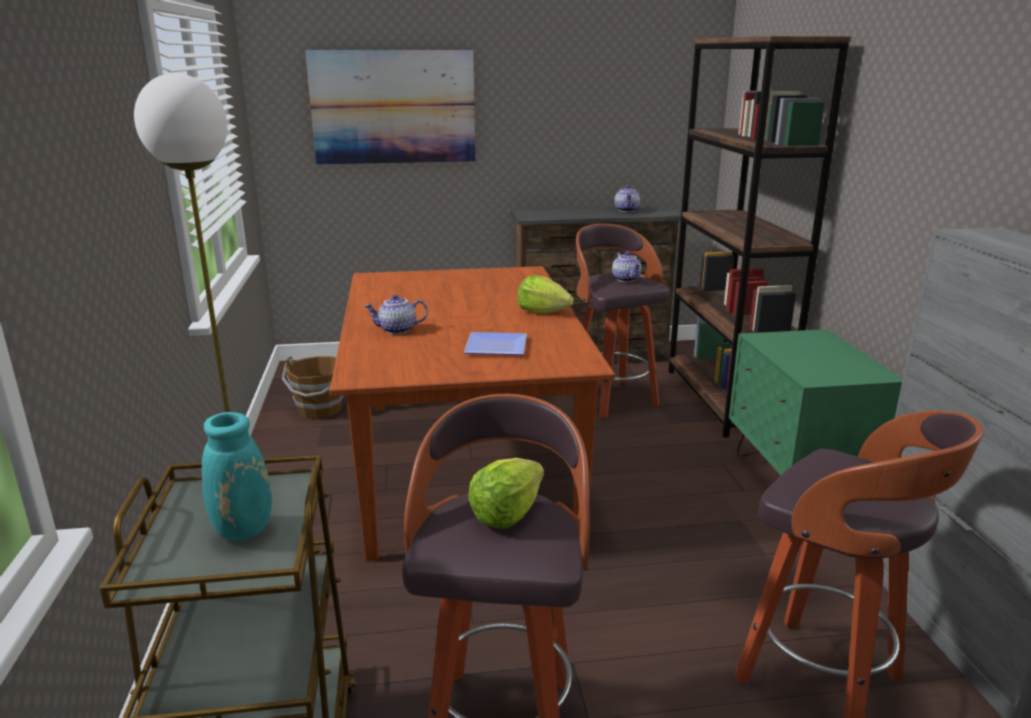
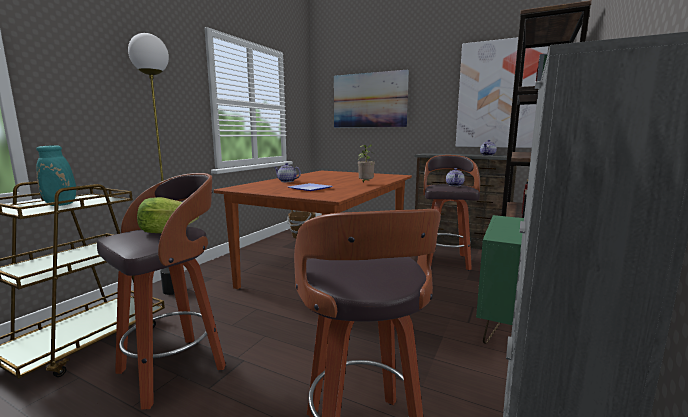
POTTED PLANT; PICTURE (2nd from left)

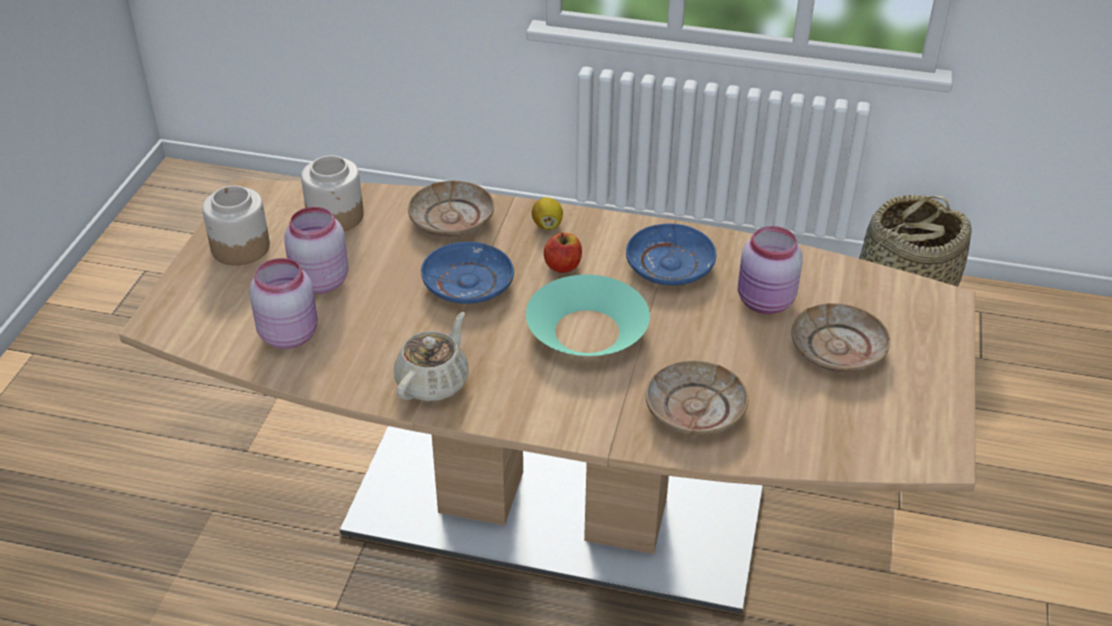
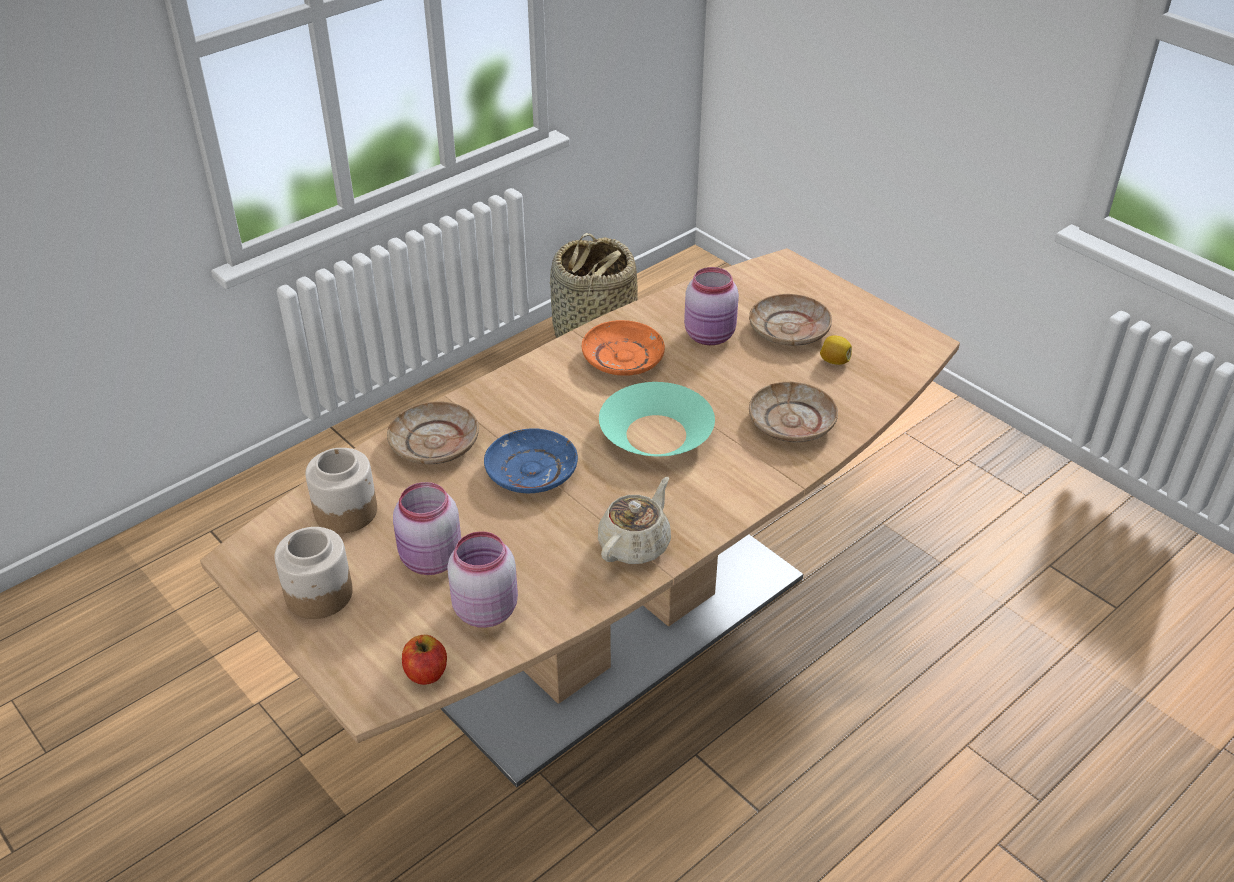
APPLE; ORANGE PLATE; BEIGE TEAPOT; LEMON

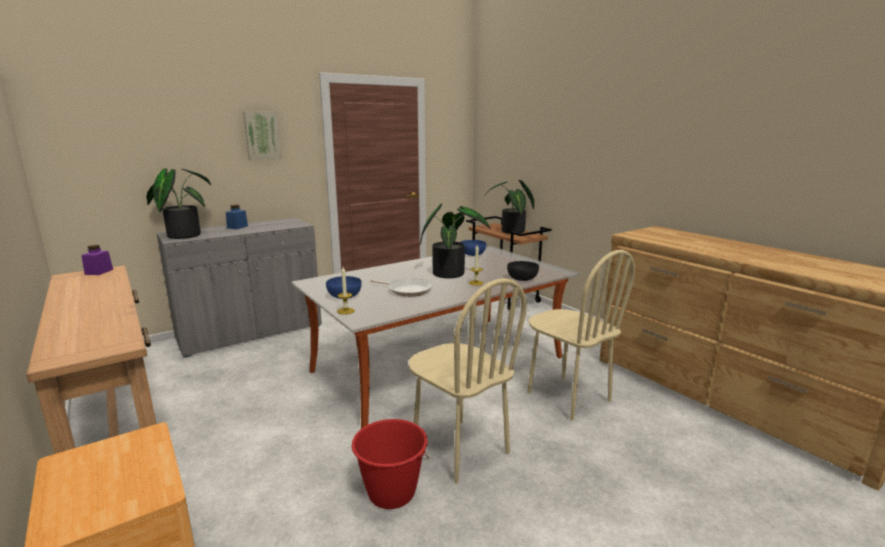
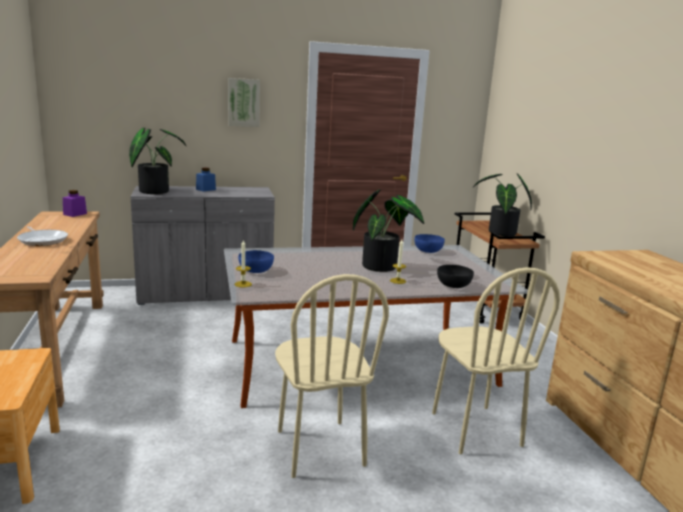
FRYING PAN; RED BUCKET

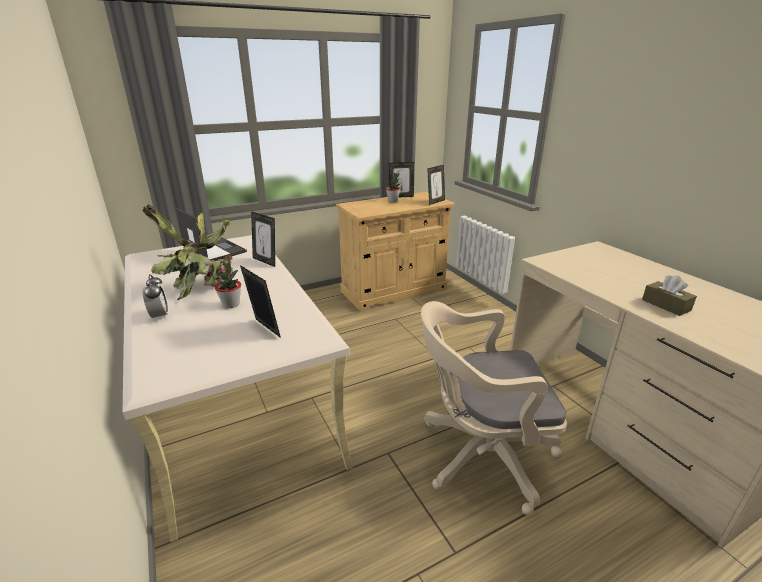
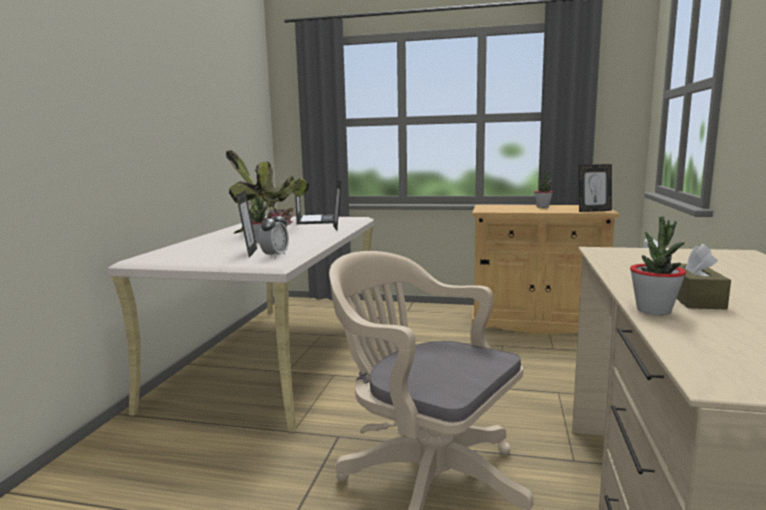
ALARM CLOCK; POTTED PLANT (4th from left); PICTURE FRAME (3rd from left in the first image)

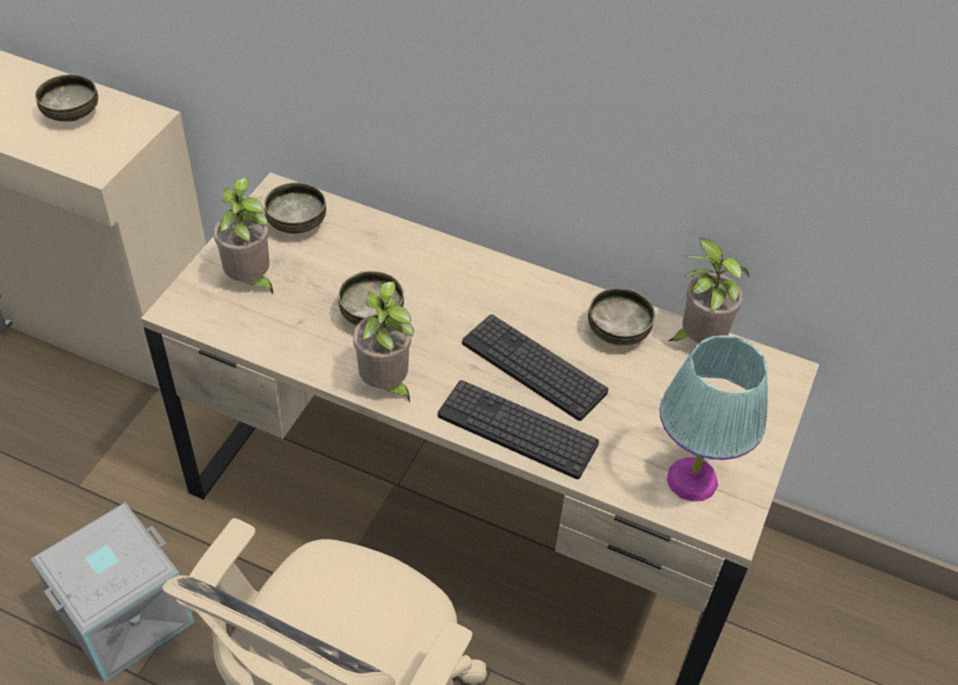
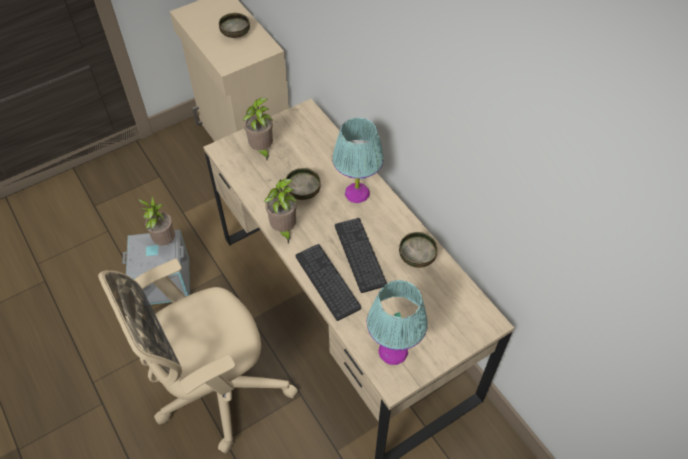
POTTED PLANT (1st from left); TURQUOISE TABLE LAMP (1st from left); BOWL (2nd from left in the first image)

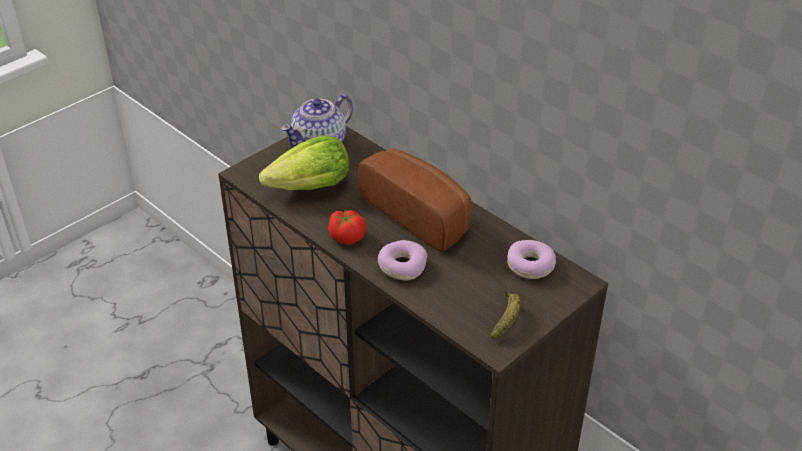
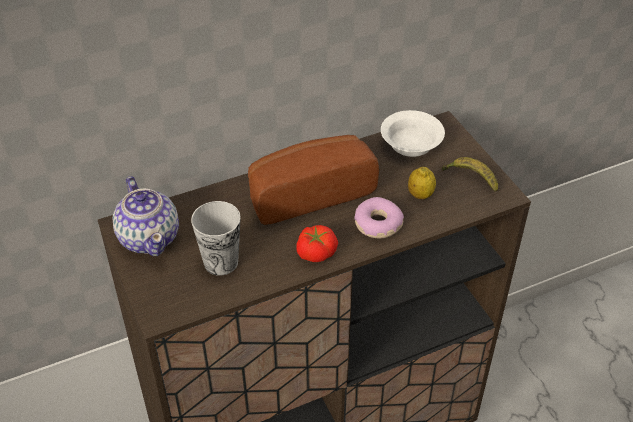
CUP; WHITE BOWL; LEMON

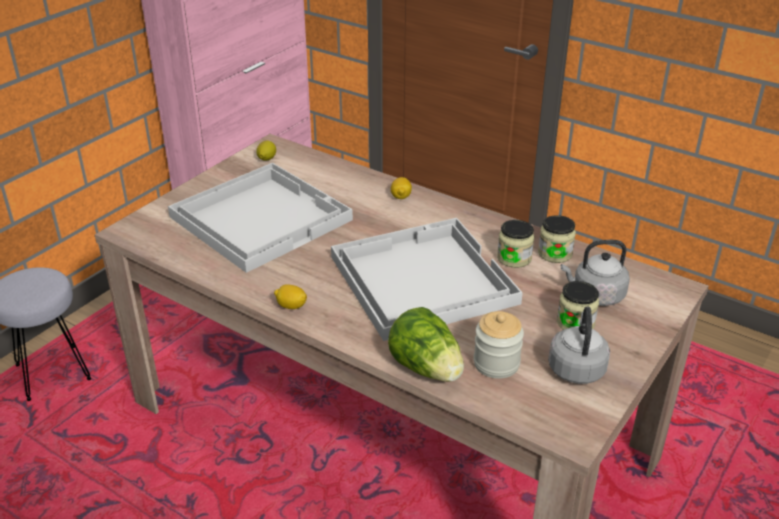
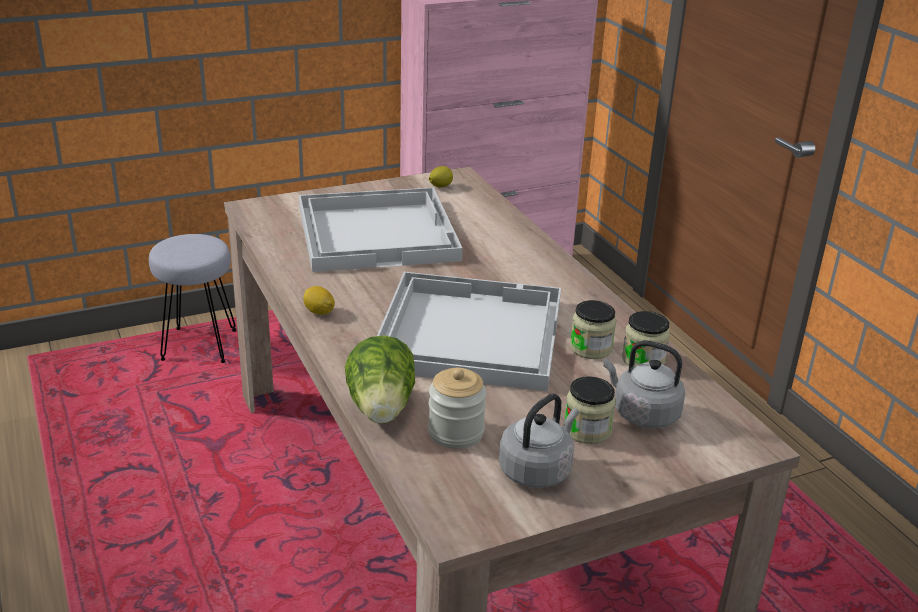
LEMON (3rd from left in the first image)

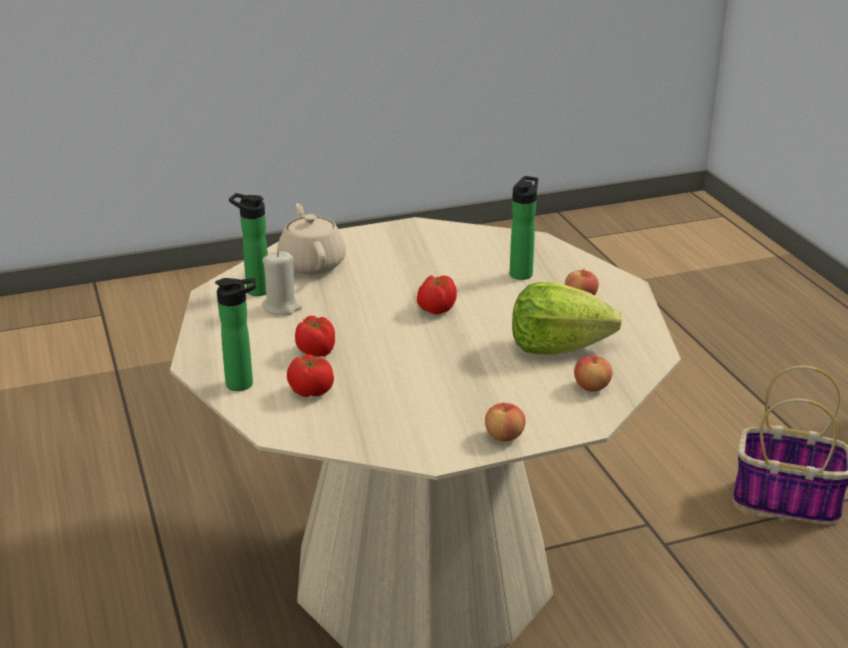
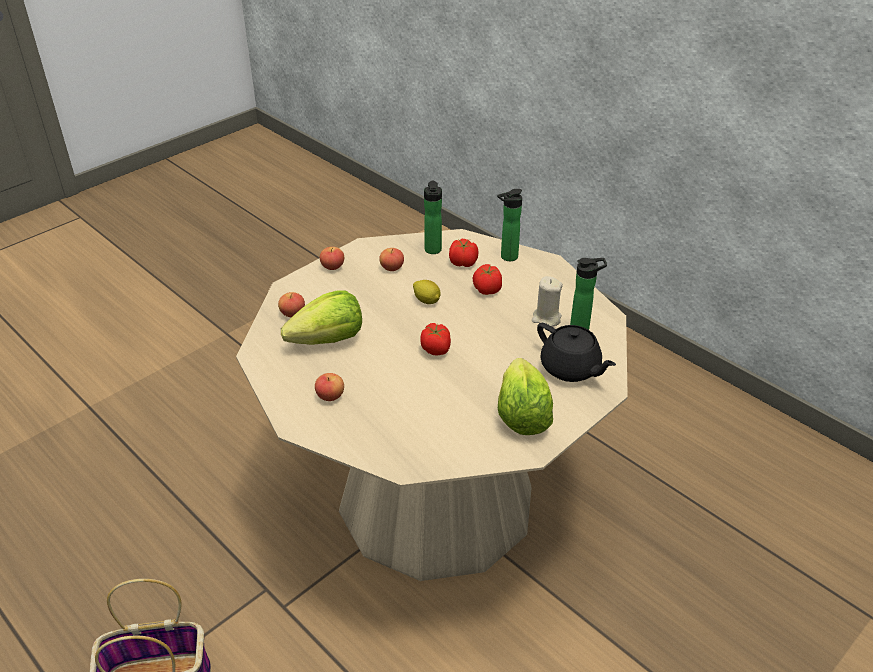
APPLE (4th from left); LEMON; BOTTLE (1st from left); LETTUCE (2nd from left); BLACK TEAPOT

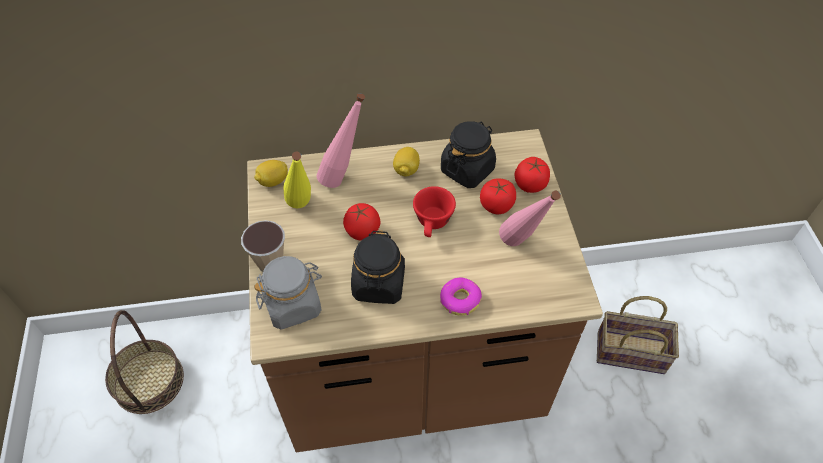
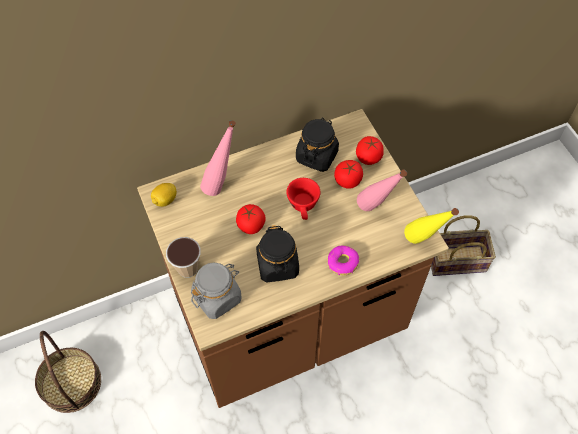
YELLOW BOTTLE; LEMON (2nd from left in the first image)

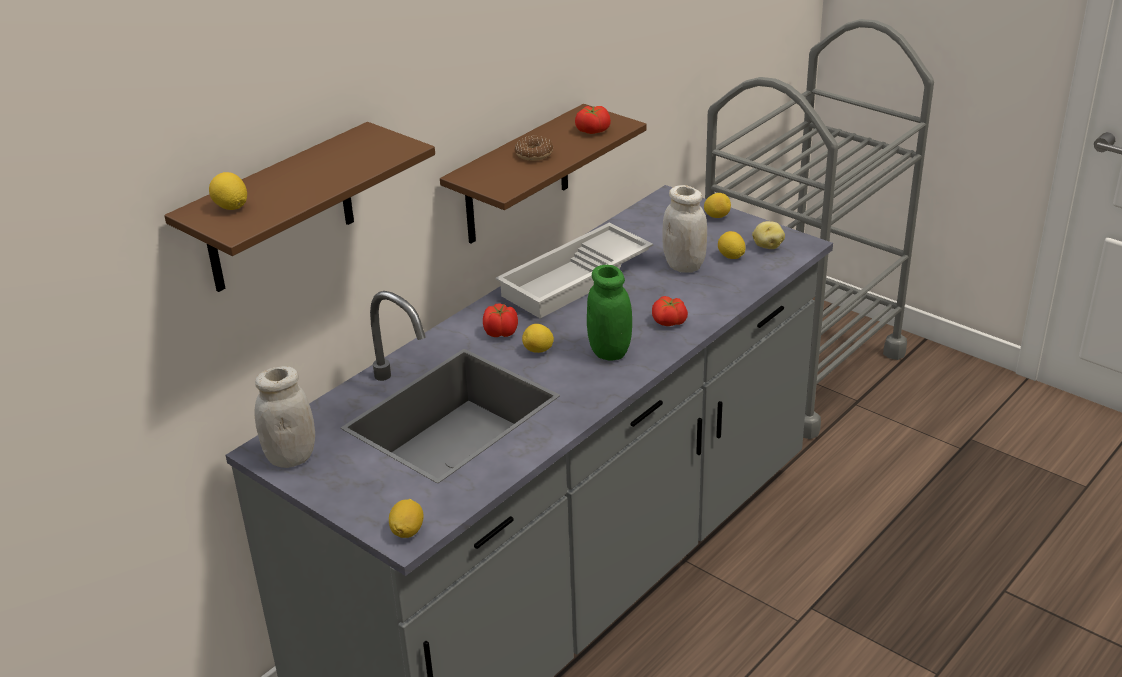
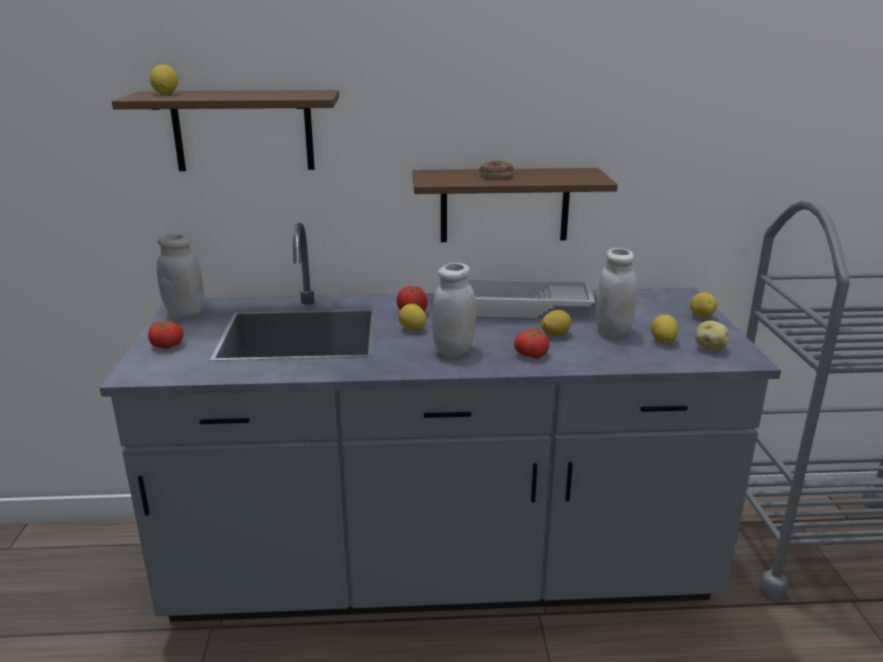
TOMATO (1st from left); WHITE JAR (2nd from left); LEMON (3rd from left)

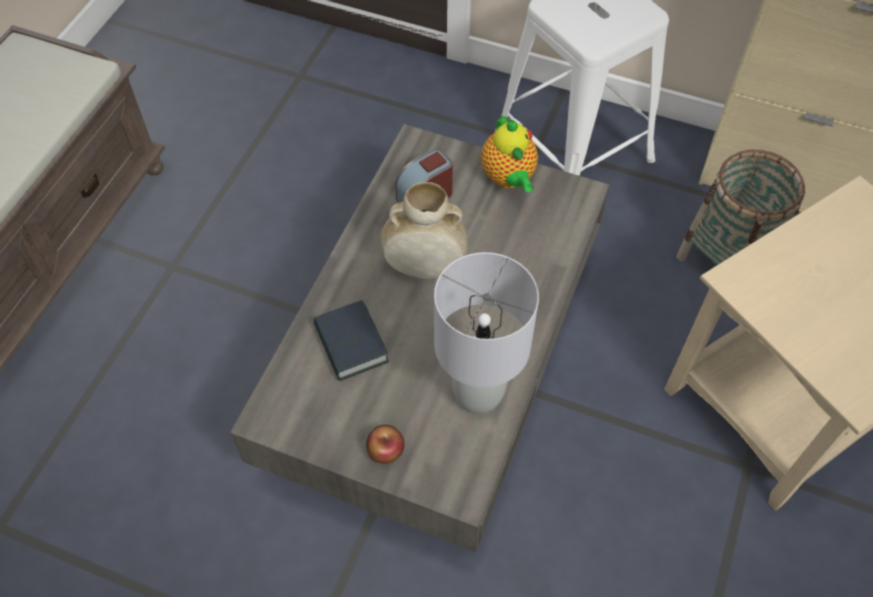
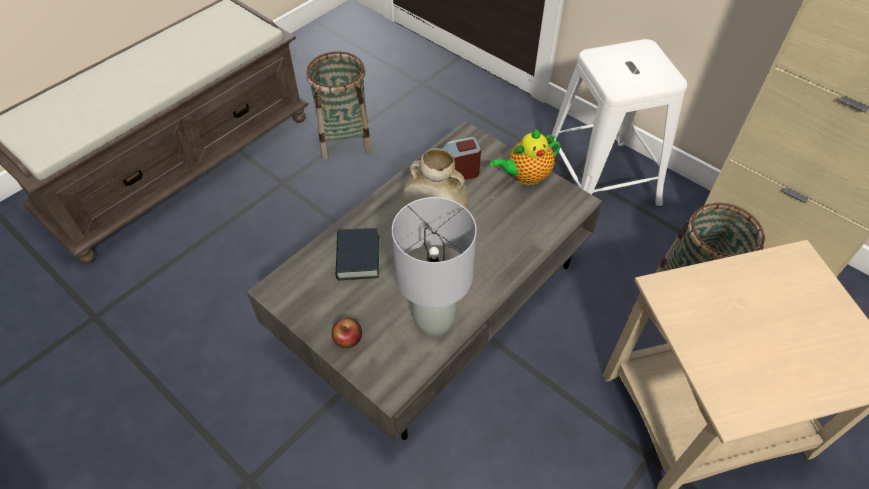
BASKET (1st from left); TEAPOT

